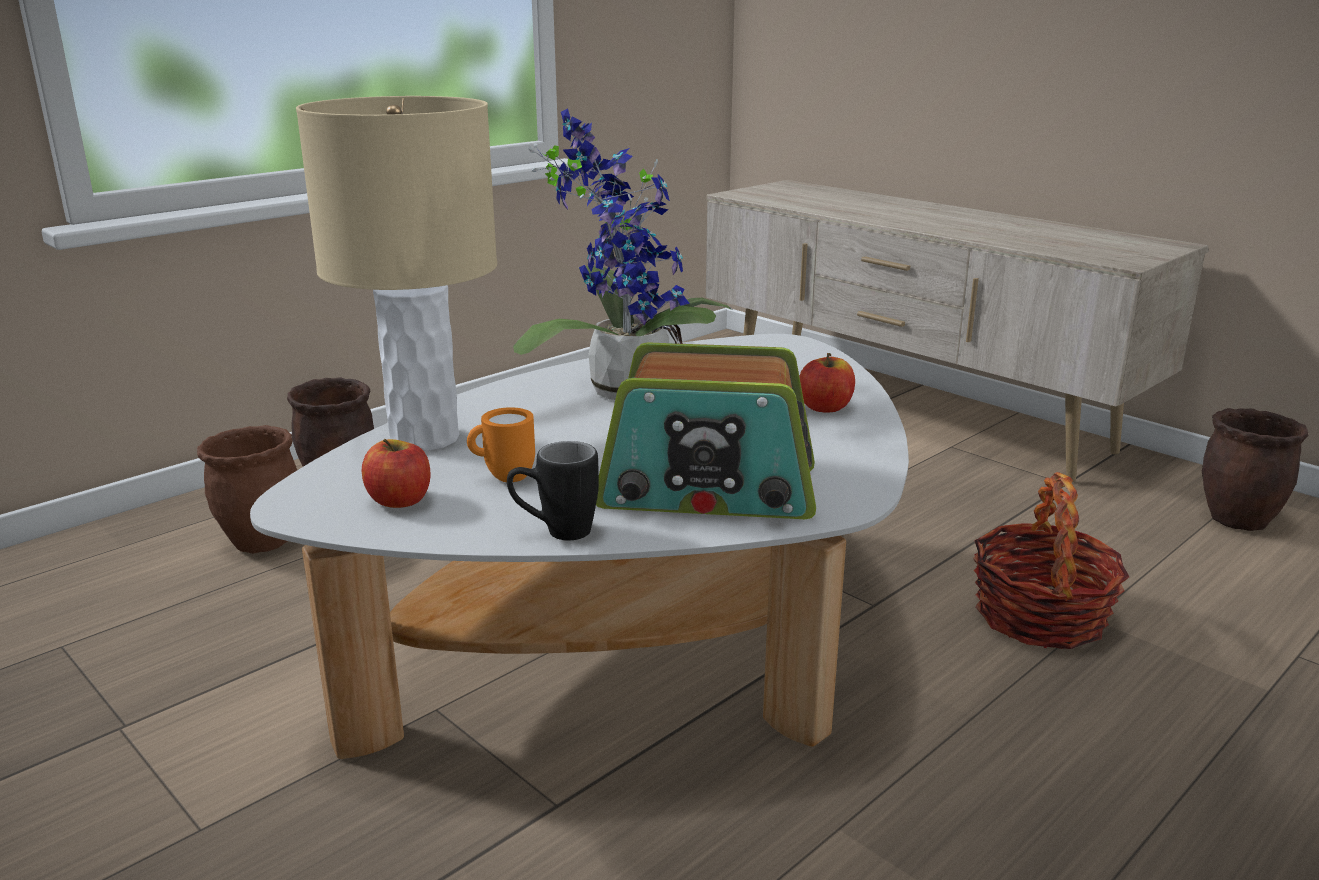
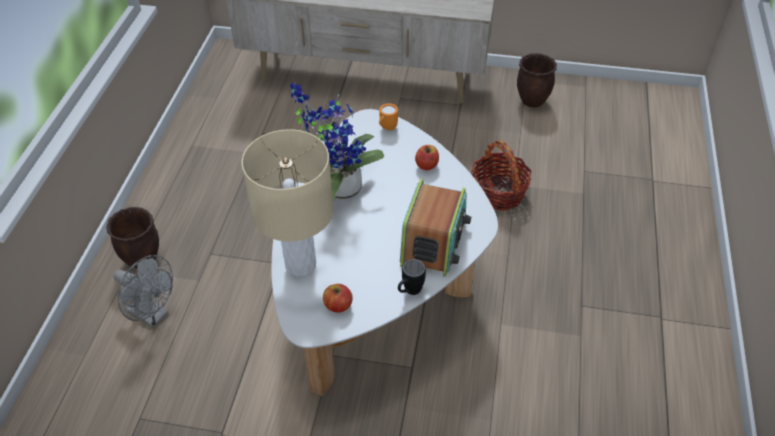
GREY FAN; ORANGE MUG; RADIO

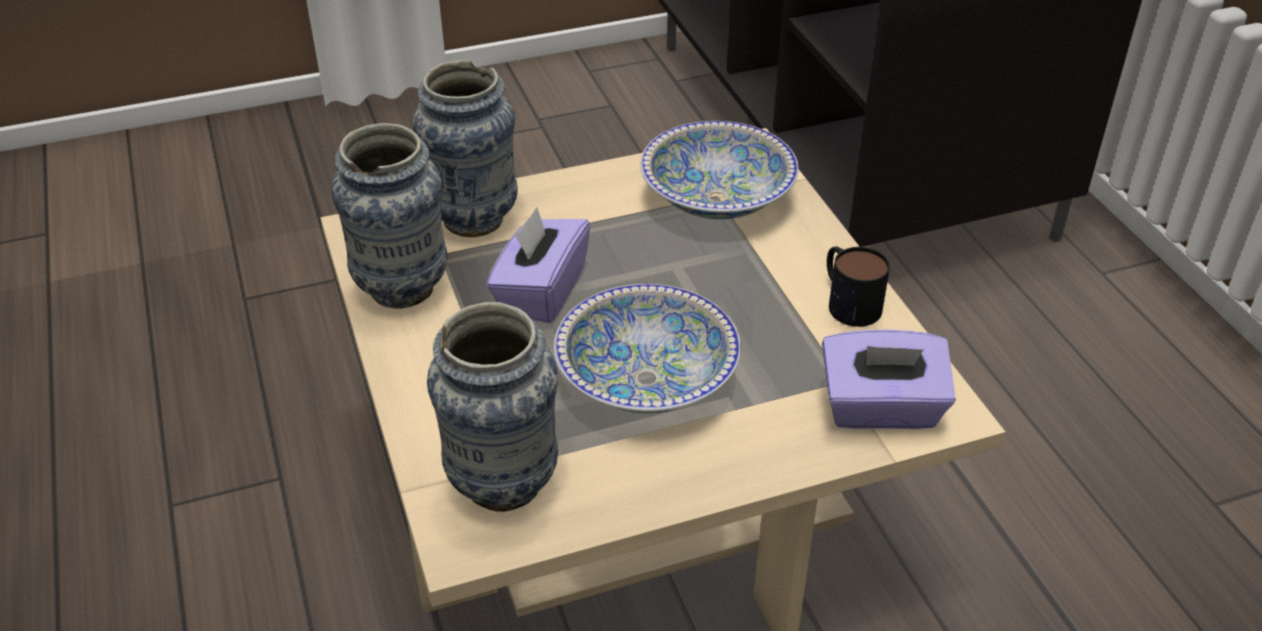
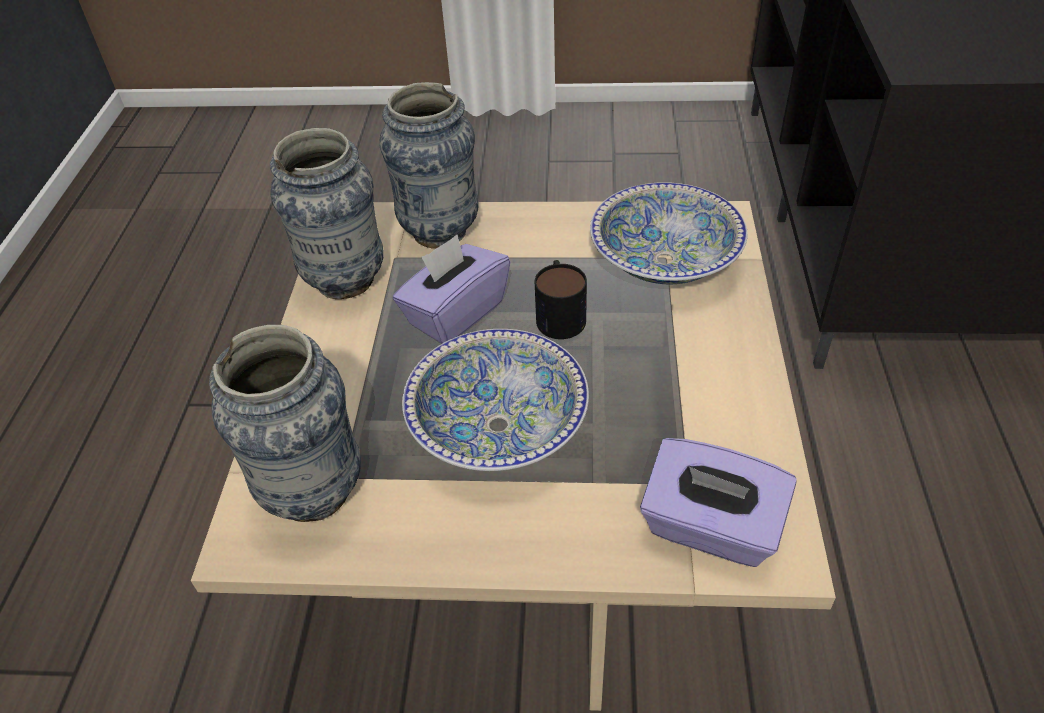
MUG

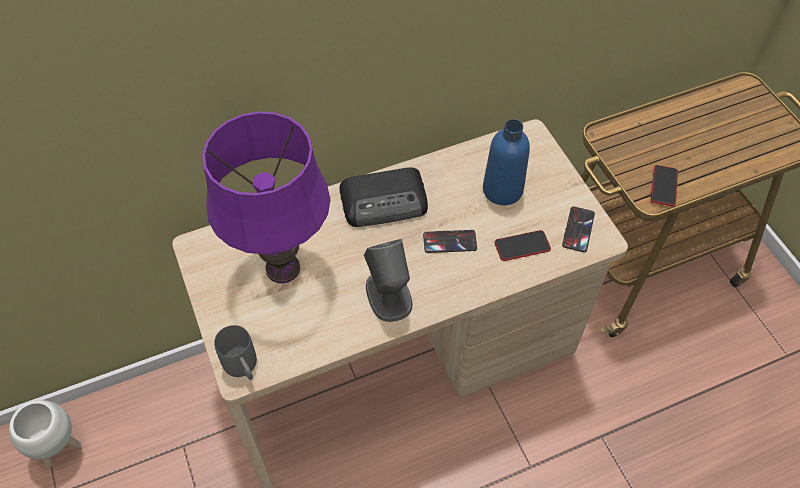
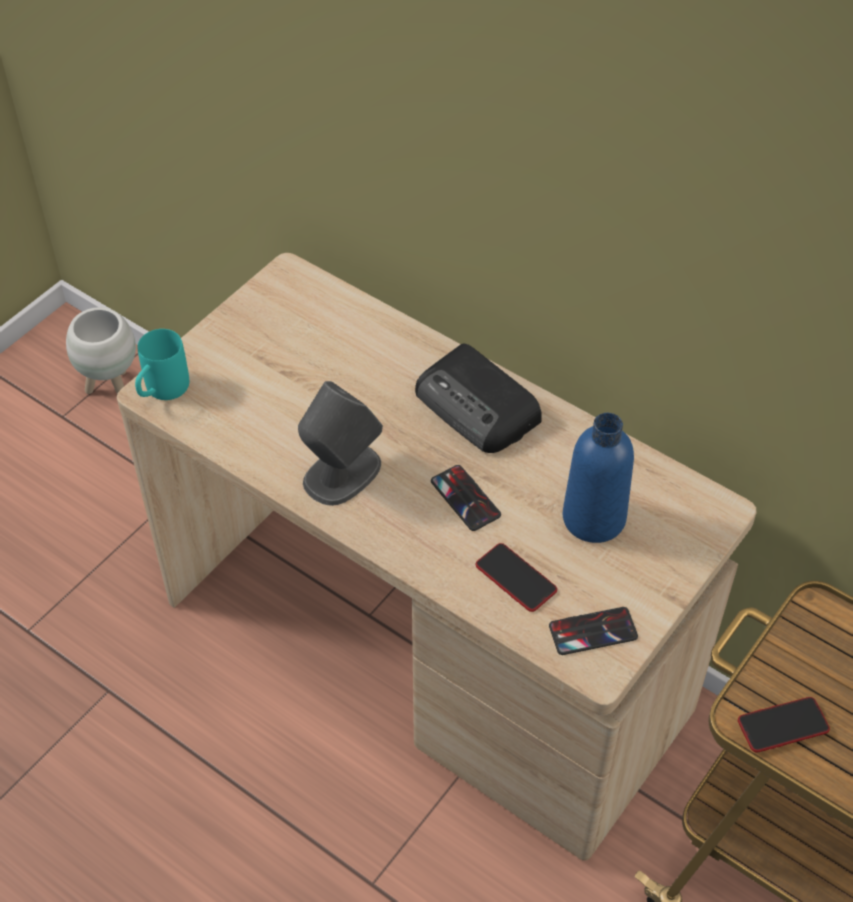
TURQUOISE MUG; PURPLE TABLE LAMP

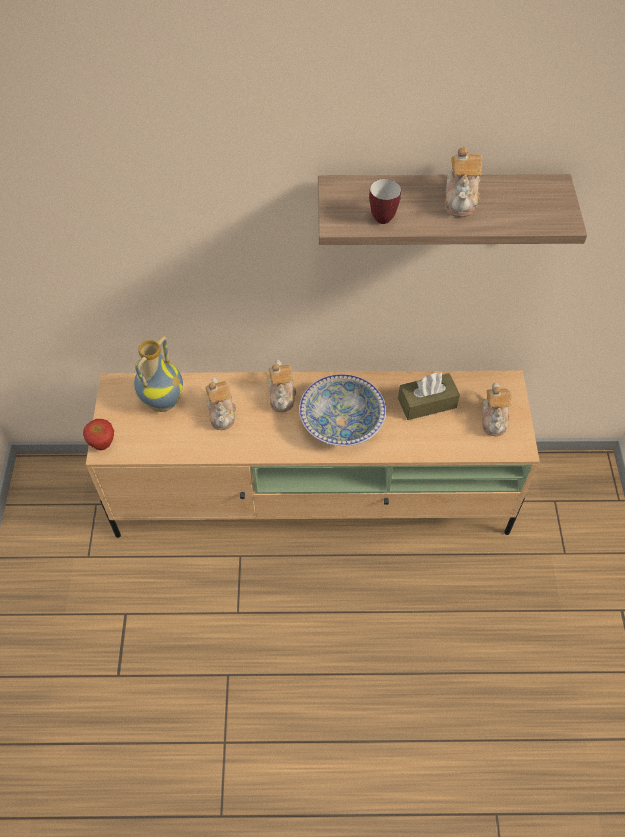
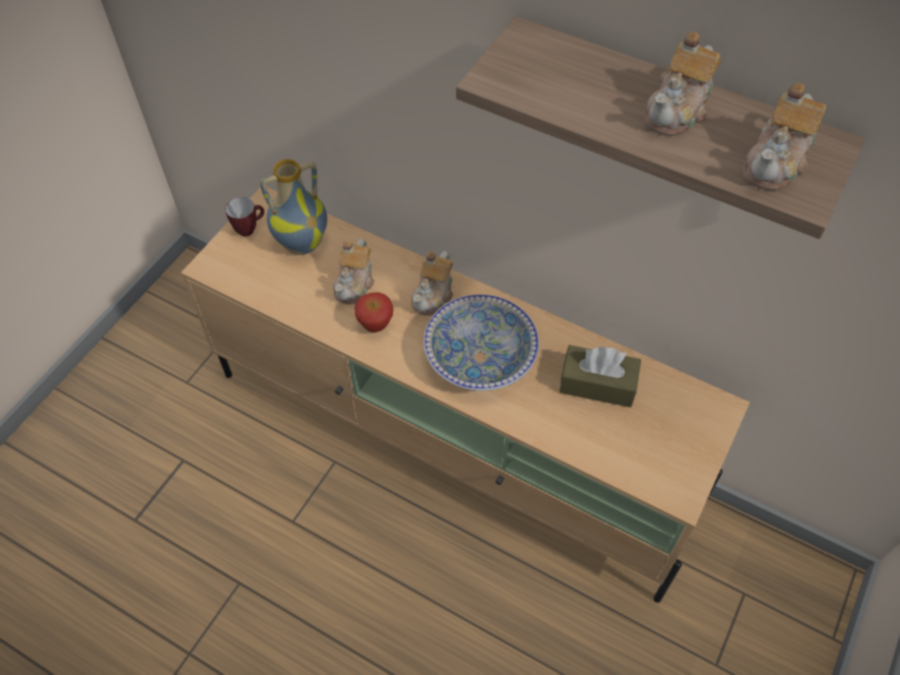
MUG; APPLE; TEAPOT (4th from left)

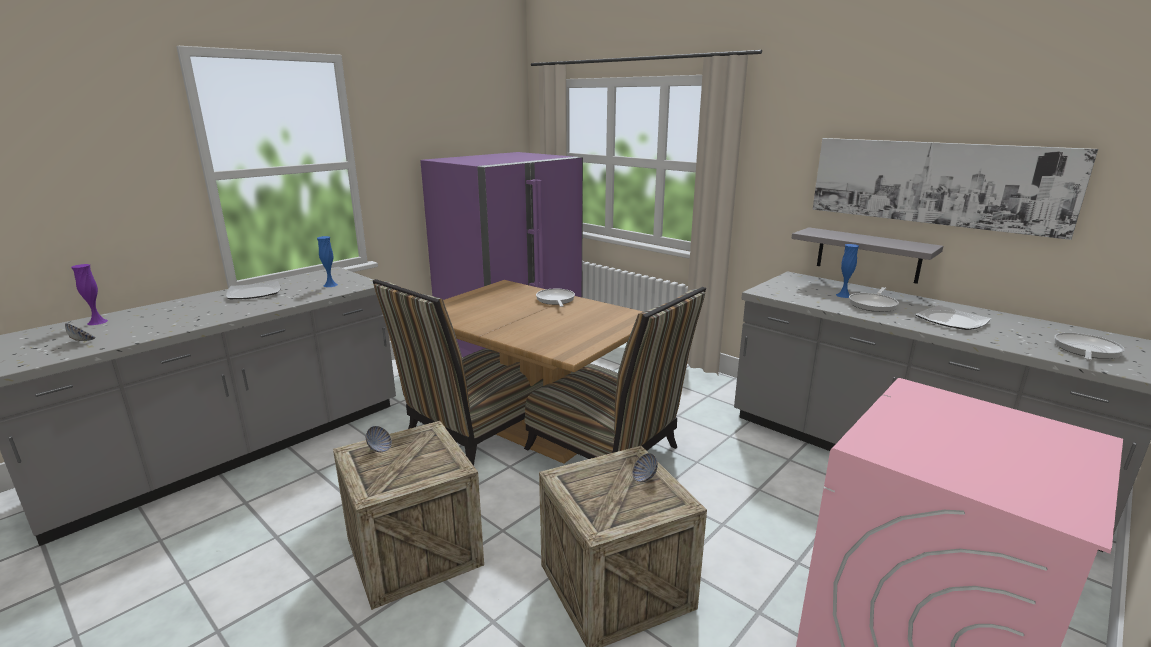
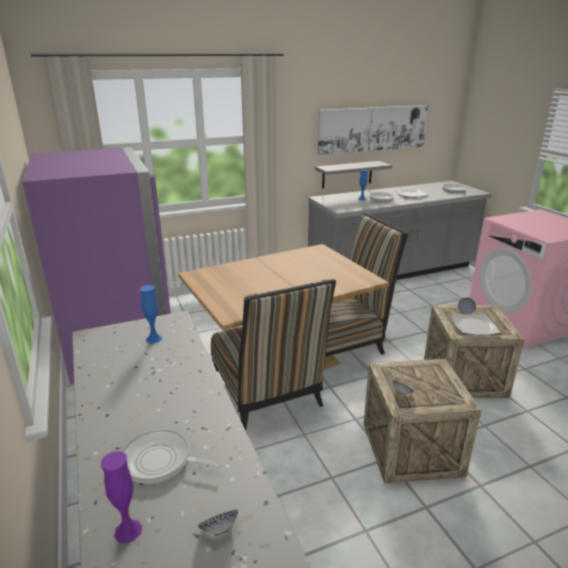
FRYING PAN (1st from left); PLATE (2nd from left)

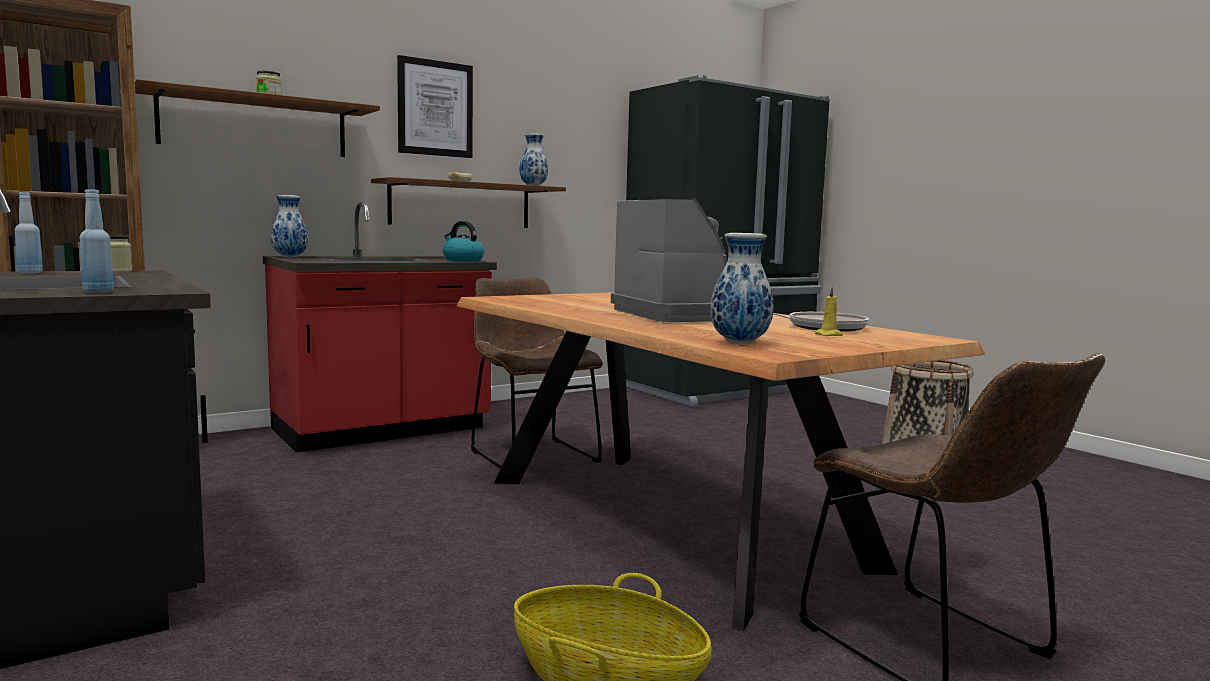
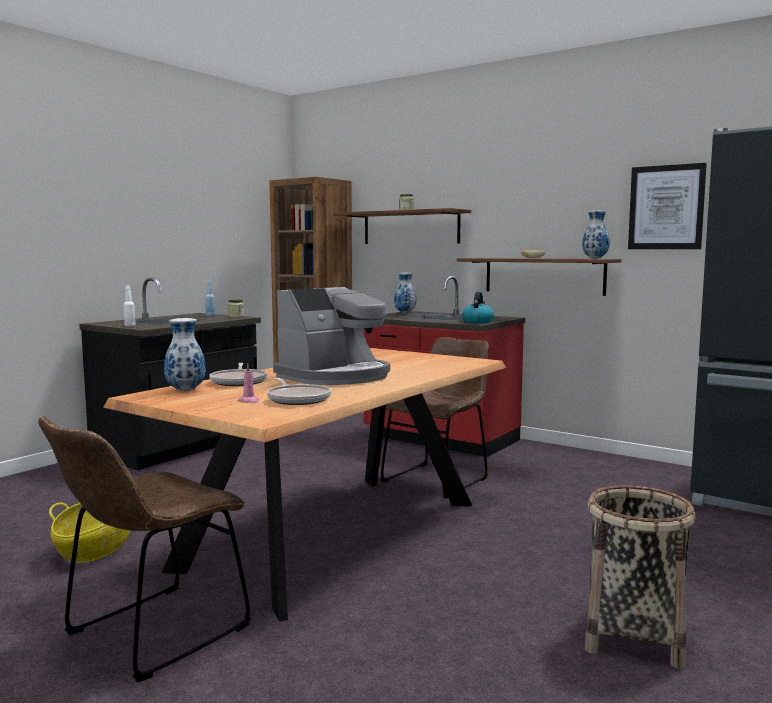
WHITE BOTTLE; FRYING PAN (1st from left); PINK CANDLE; PICTURE

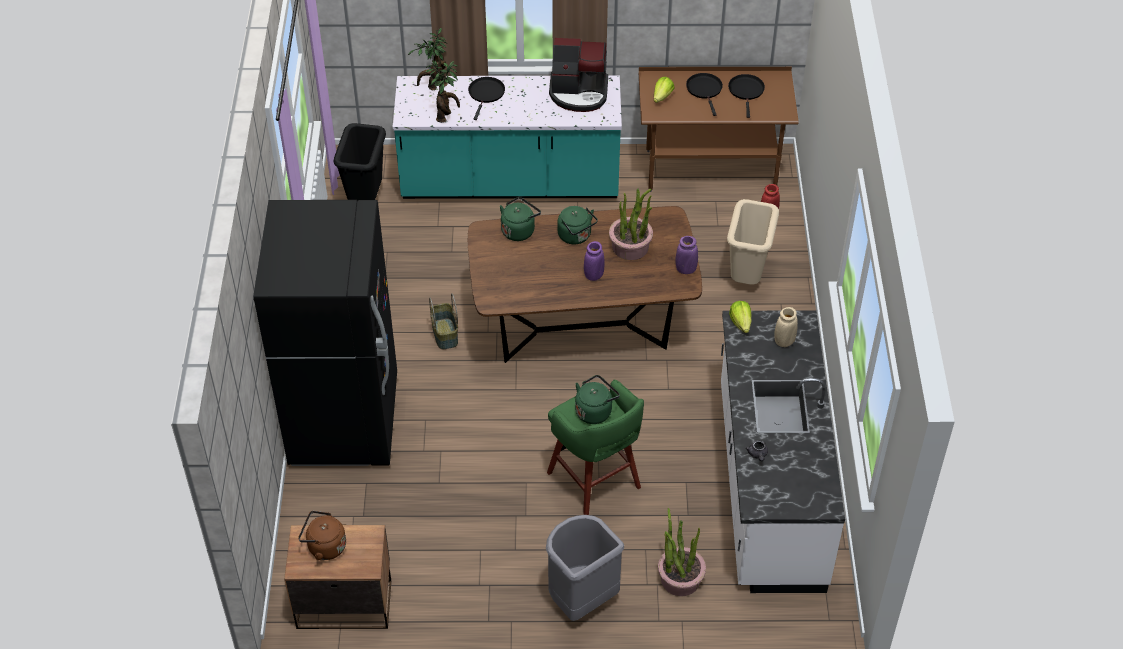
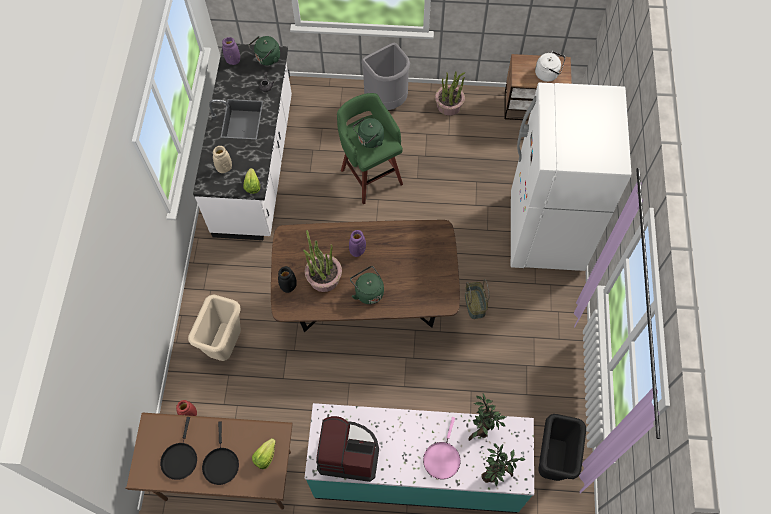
PURPLE VASE (1st from left); GREEN KETTLE (1st from left); BLACK VASE; PINK FRYING PAN; POTTED PLANT (2nd from left); WHITE FRIDGE; WHITE KETTLE

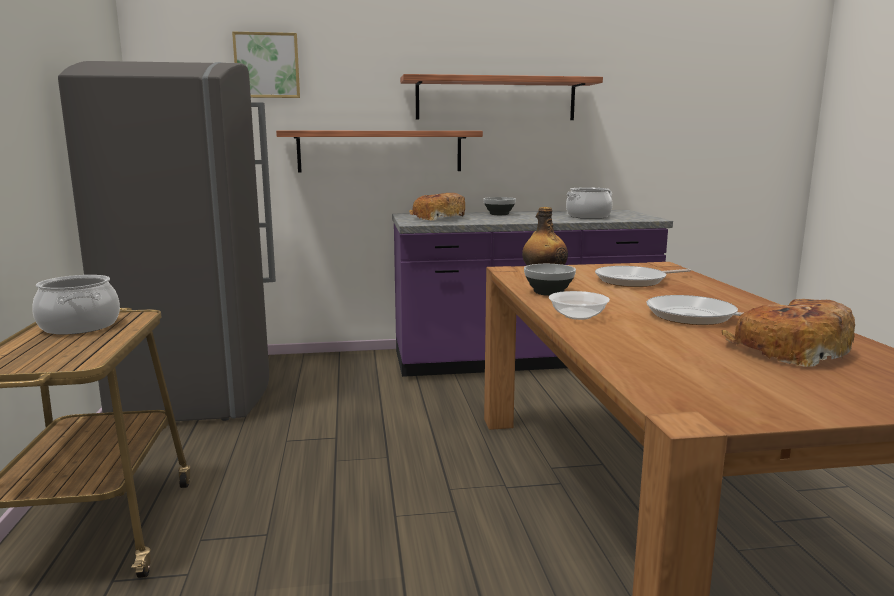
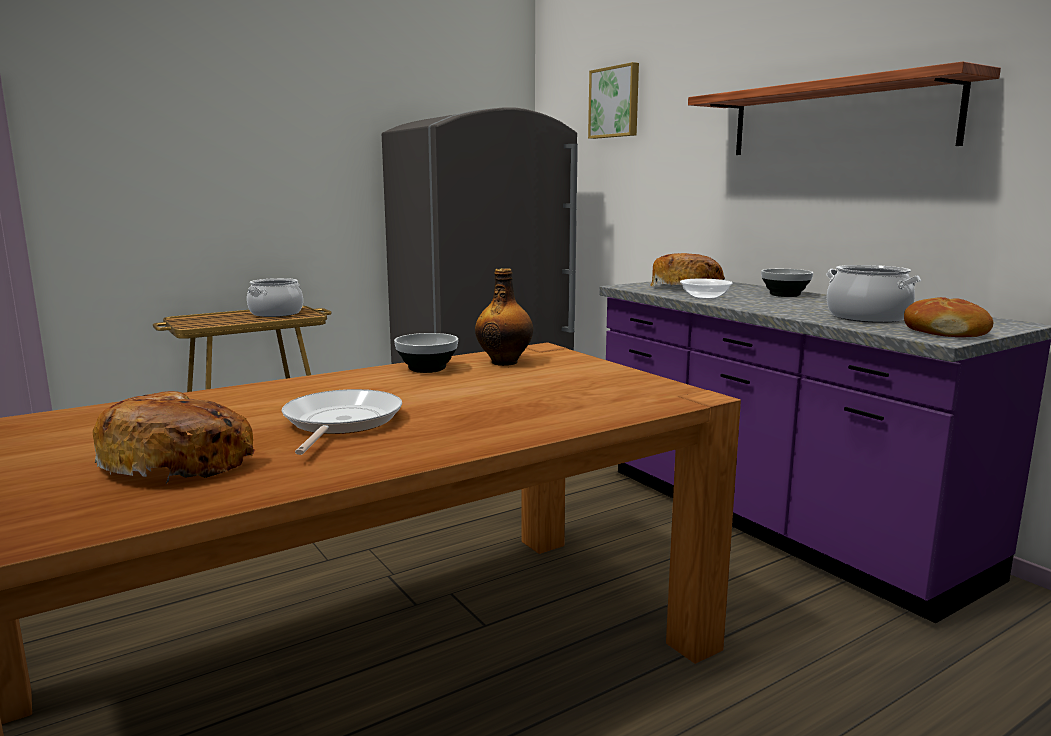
BOWL (2nd from left); BREAD (3rd from left); SHELF (1st from left in the first image); FRYING PAN (1st from left in the first image)

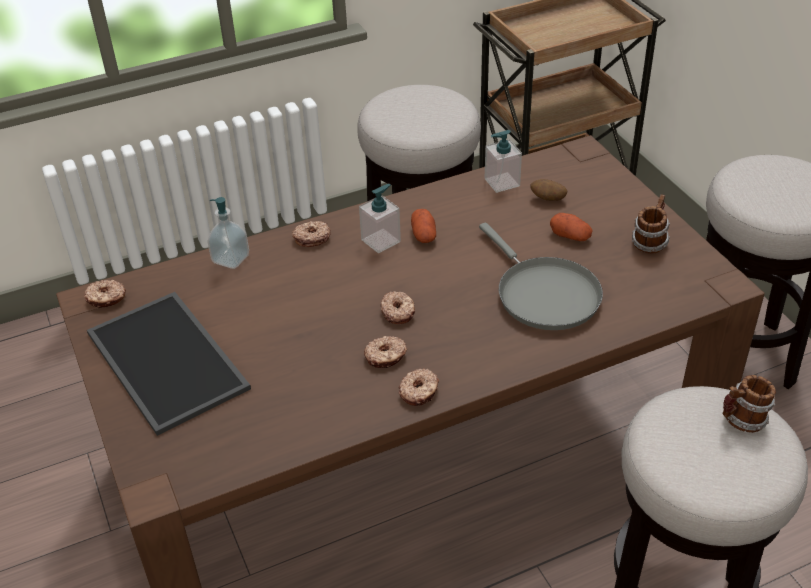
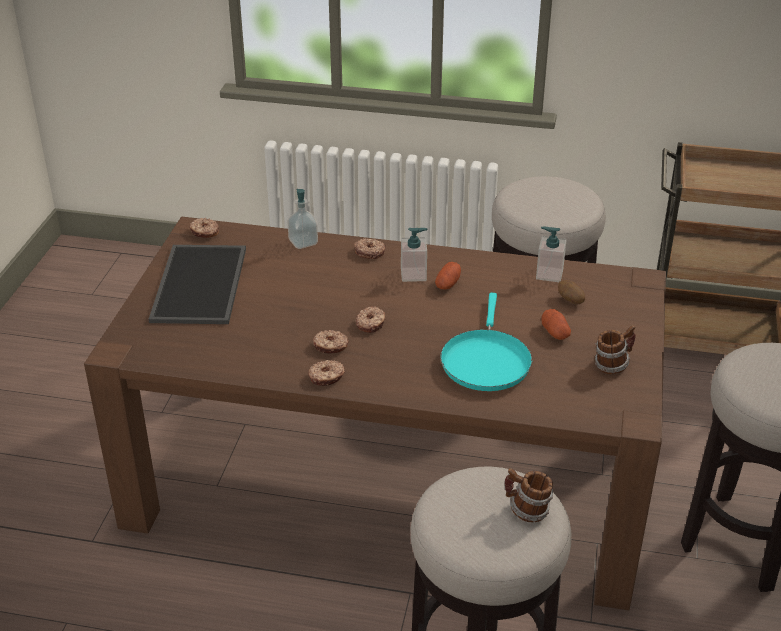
TURQUOISE FRYING PAN

